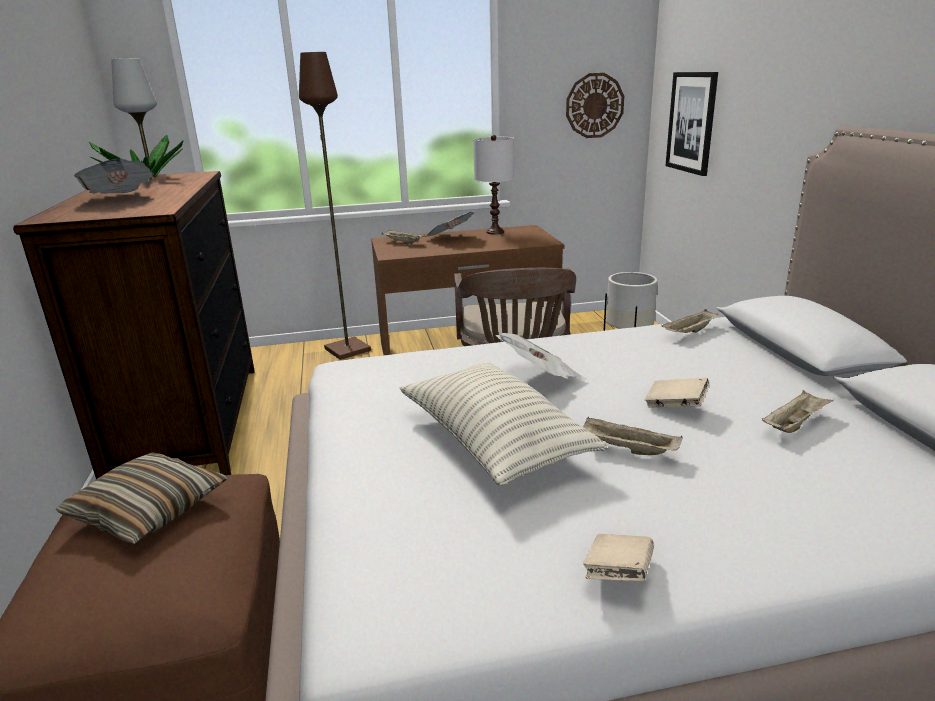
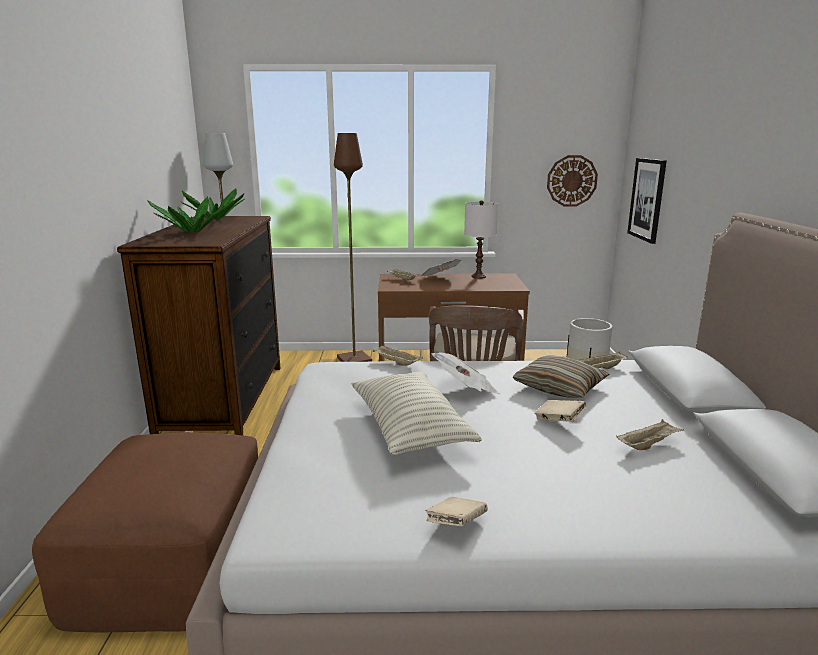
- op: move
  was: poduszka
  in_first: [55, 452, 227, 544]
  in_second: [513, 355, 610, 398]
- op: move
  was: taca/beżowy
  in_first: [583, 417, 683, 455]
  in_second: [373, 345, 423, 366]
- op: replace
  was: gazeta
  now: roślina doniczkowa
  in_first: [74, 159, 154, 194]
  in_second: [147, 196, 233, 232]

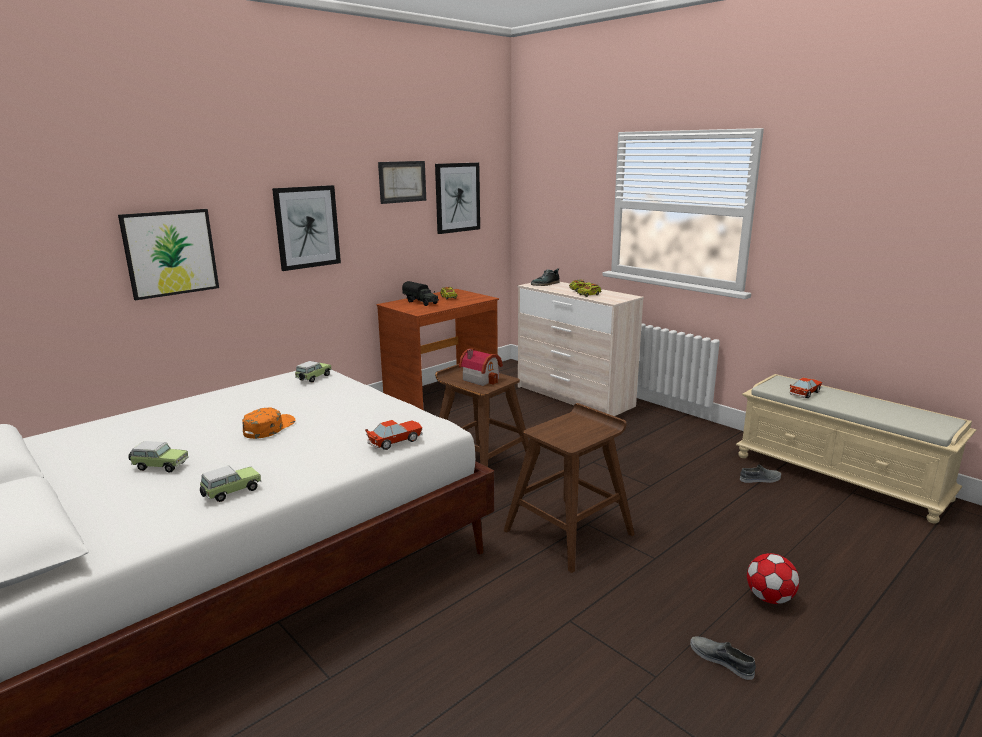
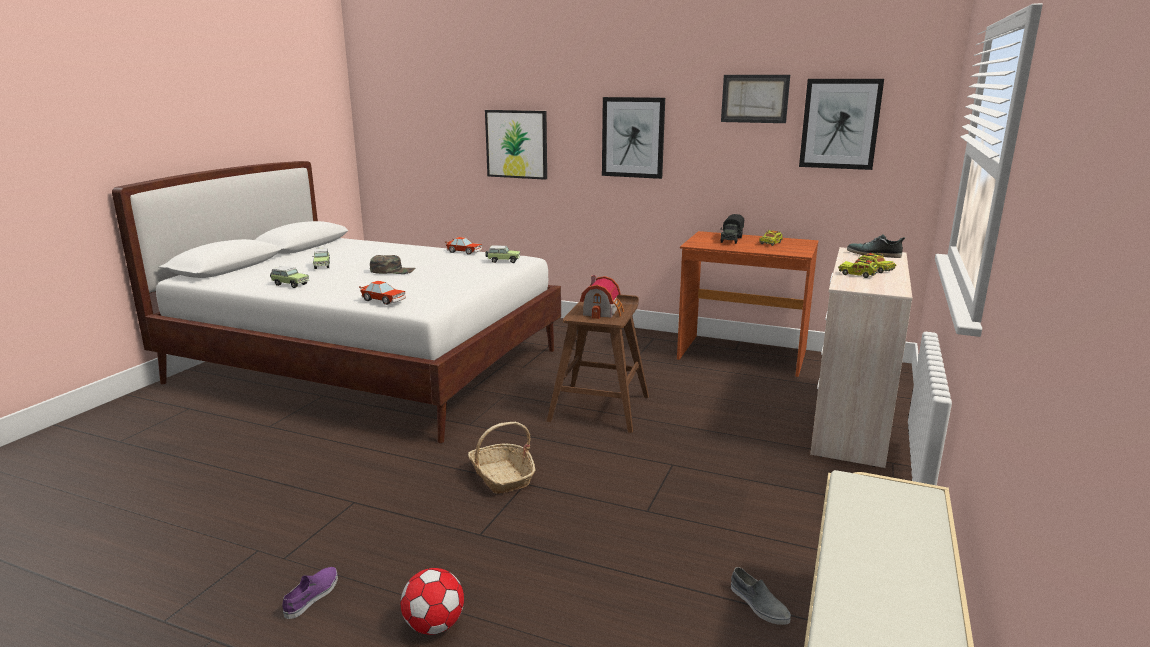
- op: move
  was: samochodzik
  in_first: [789, 377, 822, 398]
  in_second: [445, 237, 482, 255]
- op: replace
  was: stołek/brązowy
  now: koszyk
  in_first: [504, 403, 635, 573]
  in_second: [468, 422, 535, 494]
- op: recolor
  was: czapka z daszkiem/pomarańczowy
  now: czapka z daszkiem/zielony
  in_first: [242, 407, 295, 439]
  in_second: [370, 255, 415, 274]
- op: recolor
  was: but/szary
  now: but/fioletowy
  in_first: [690, 637, 756, 680]
  in_second: [282, 567, 338, 619]

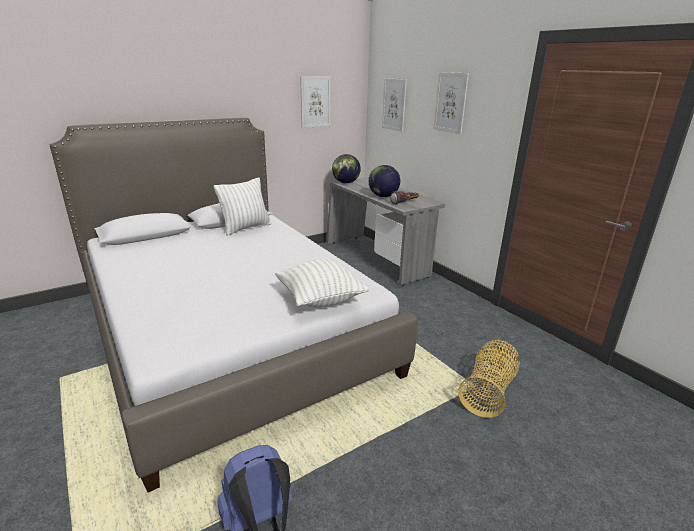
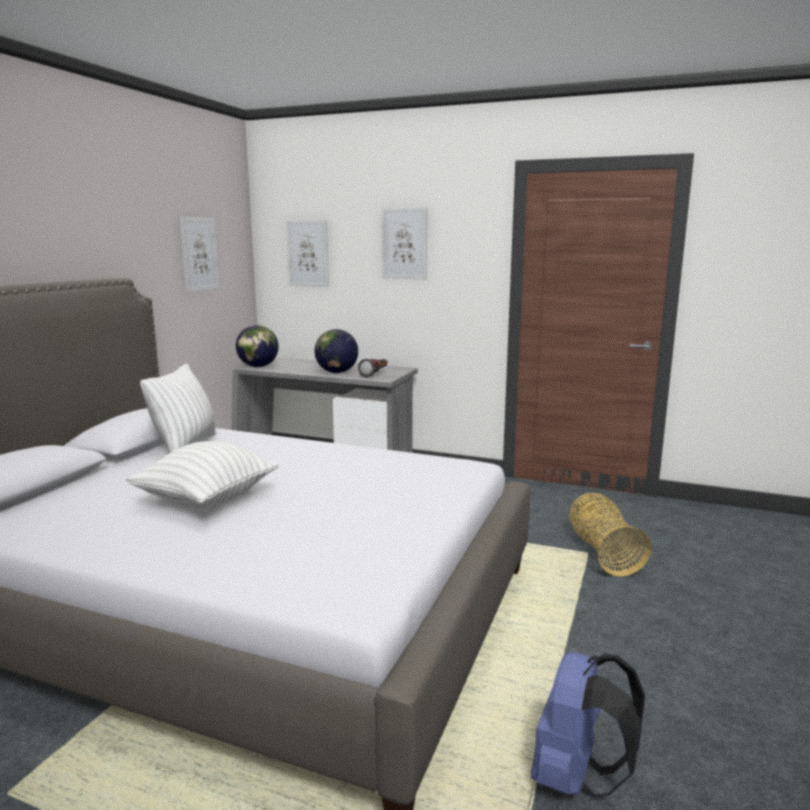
- op: move
  was: poduszka/biały
  in_first: [275, 259, 369, 307]
  in_second: [126, 441, 278, 509]

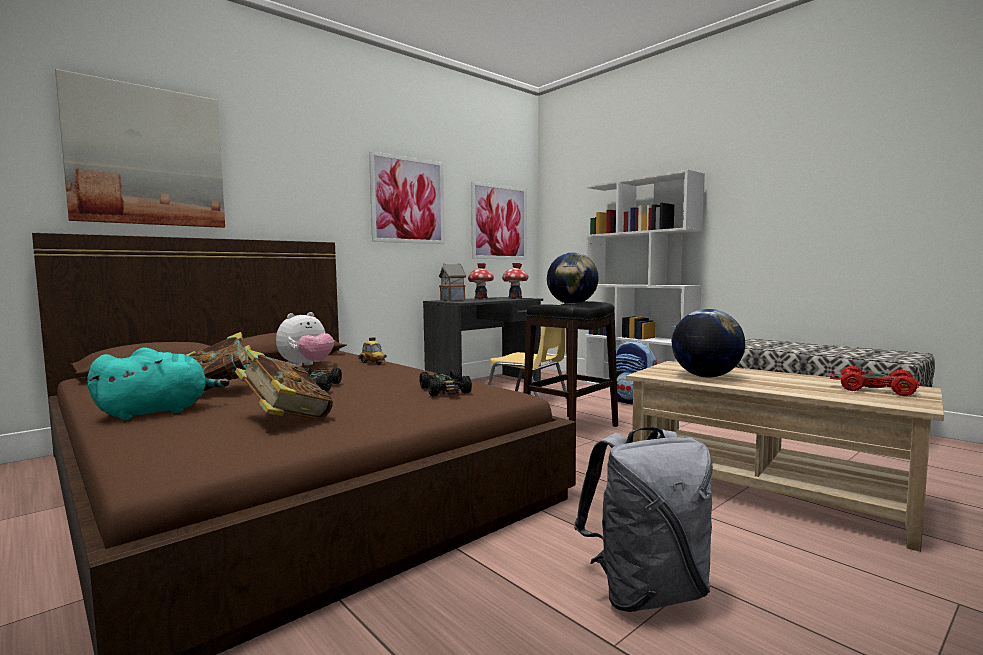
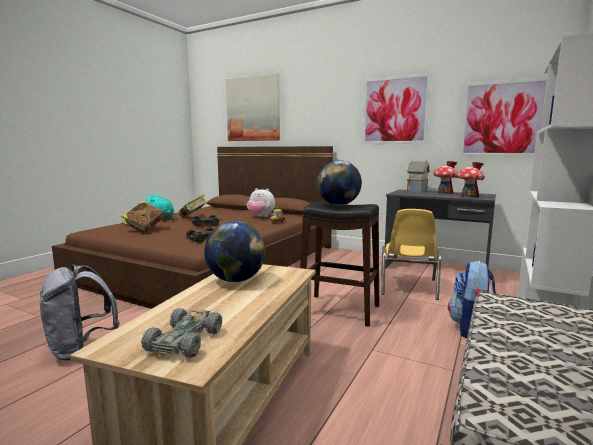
- op: recolor
  was: samochodzik/czerwony
  now: samochodzik/szary
  in_first: [830, 366, 919, 396]
  in_second: [141, 308, 222, 358]

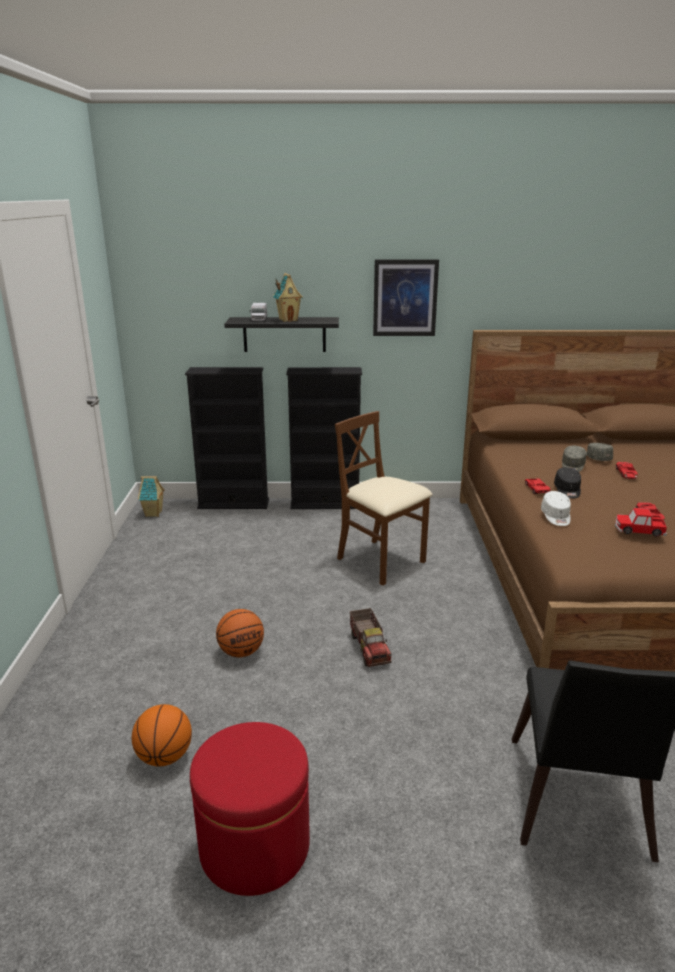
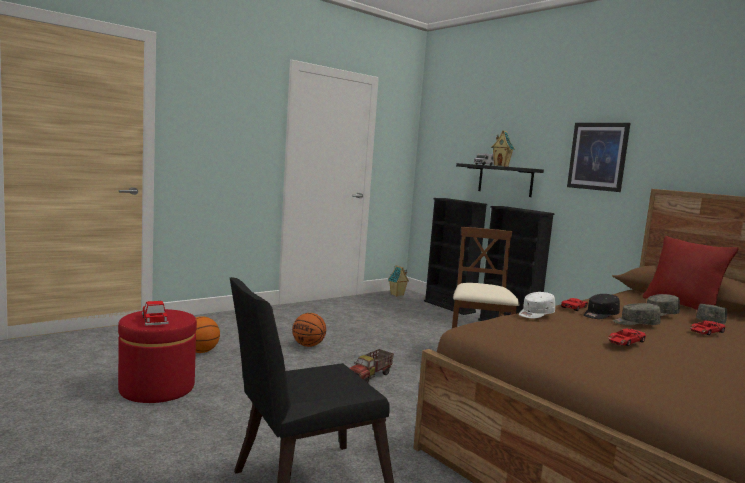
- op: insert
  now: czapka z daszkiem/szary
  in_second: [613, 303, 661, 325]
- op: insert
  now: poduszka/czerwony
  in_second: [643, 236, 739, 310]
- op: move
  was: samochodzik
  in_first: [615, 508, 667, 537]
  in_second: [142, 301, 169, 326]

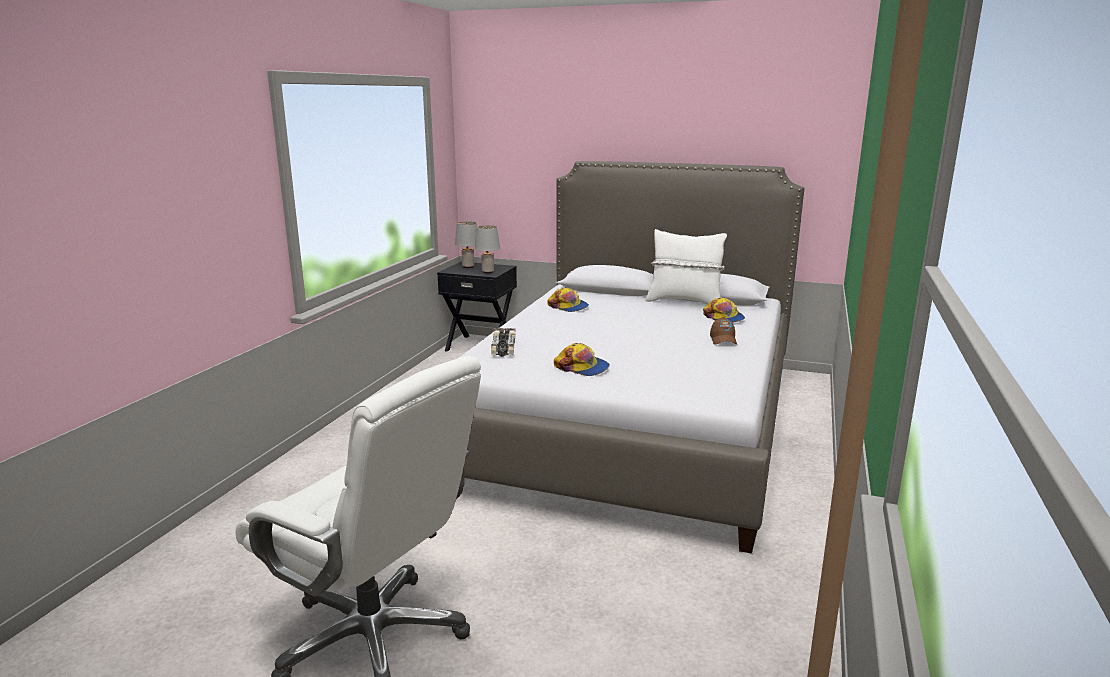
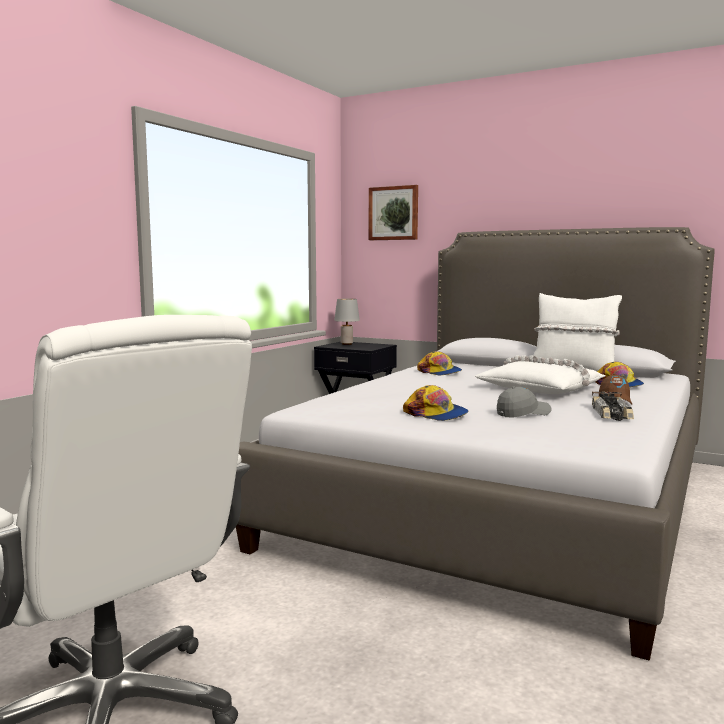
- op: delete
  was: lampa stołowa/szary
  in_first: [475, 225, 500, 273]
- op: insert
  now: obraz
  in_second: [369, 185, 418, 240]
- op: insert
  now: poduszka/biały
  in_second: [475, 355, 606, 394]
- op: insert
  now: czapka z daszkiem/szary
  in_second: [497, 387, 552, 417]
- op: move
  was: samochodzik
  in_first: [491, 328, 515, 357]
  in_second: [592, 391, 634, 421]

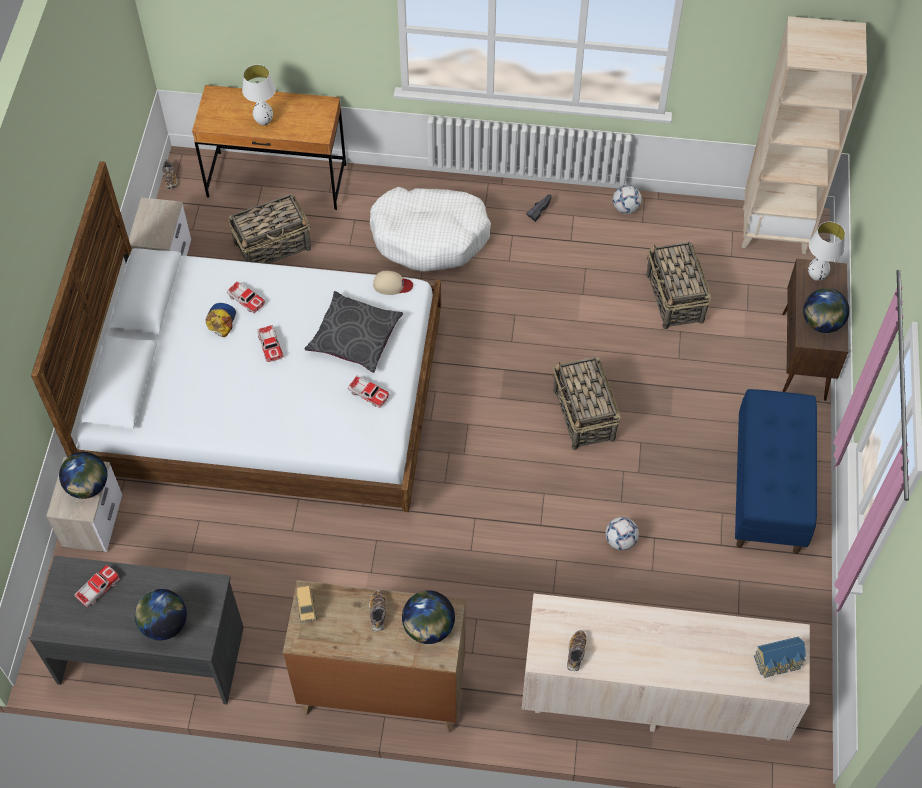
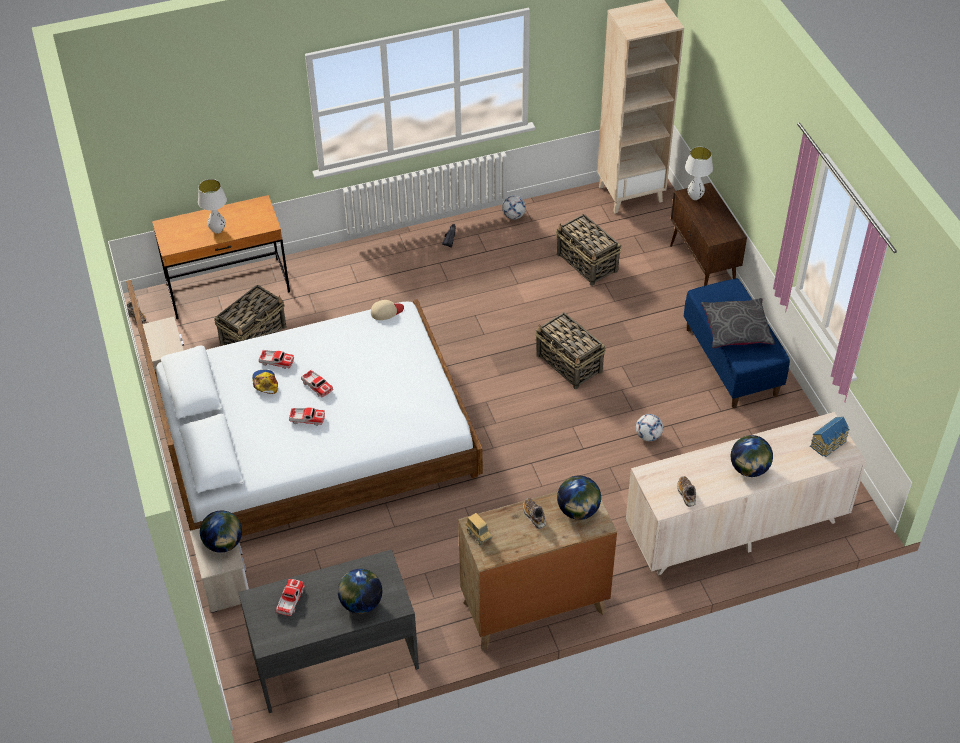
- op: delete
  was: legowisko/biały
  in_first: [370, 187, 491, 271]
- op: move
  was: poduszka/szary
  in_first: [304, 291, 403, 373]
  in_second: [701, 298, 775, 348]
- op: move
  was: samochodzik
  in_first: [348, 376, 389, 408]
  in_second: [289, 407, 325, 426]
- op: move
  was: globus
  in_first: [803, 288, 849, 333]
  in_second: [731, 435, 773, 477]

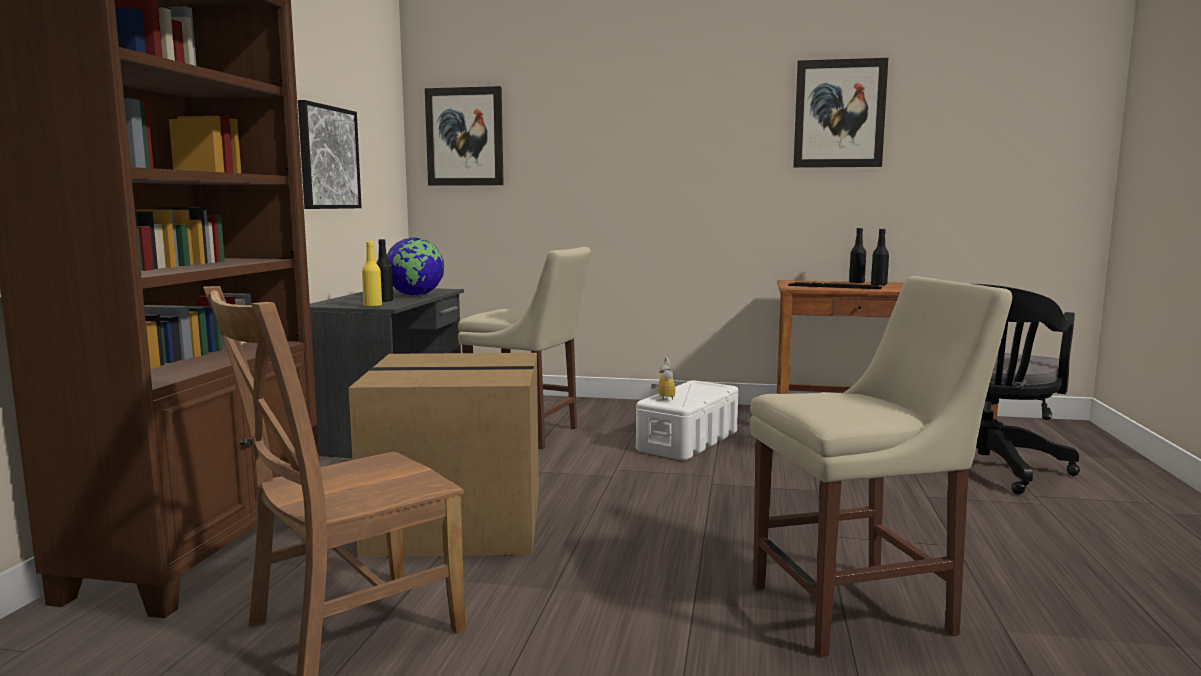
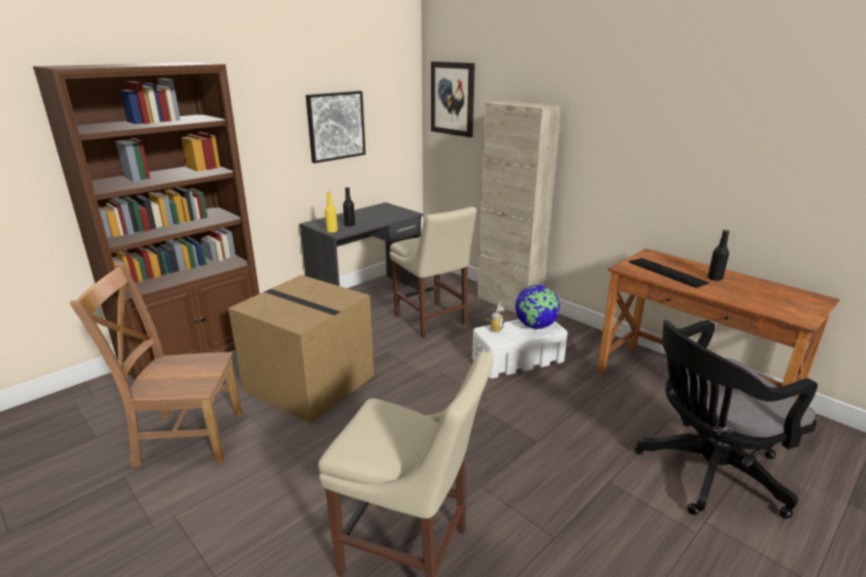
- op: delete
  was: obraz
  in_first: [793, 58, 888, 168]
- op: delete
  was: butelka/czarny
  in_first: [849, 228, 866, 283]
- op: insert
  now: szafka/beżowy
  in_second: [477, 101, 561, 313]
- op: move
  was: globus
  in_first: [387, 237, 444, 296]
  in_second: [515, 285, 560, 329]

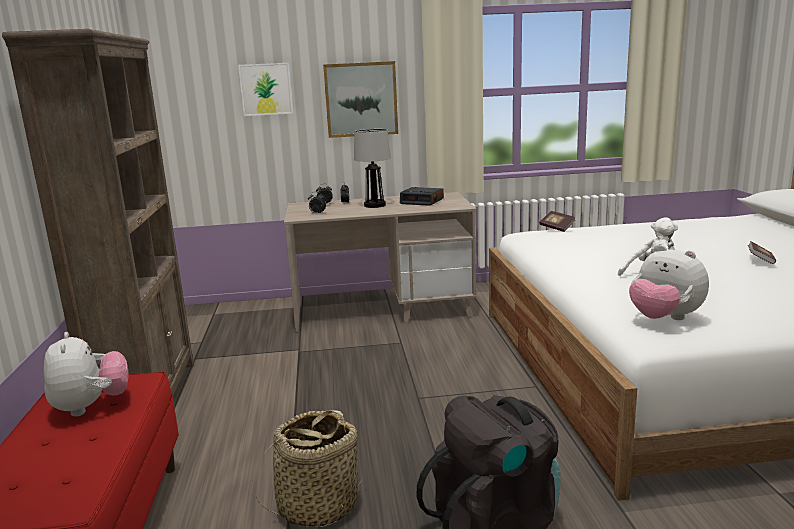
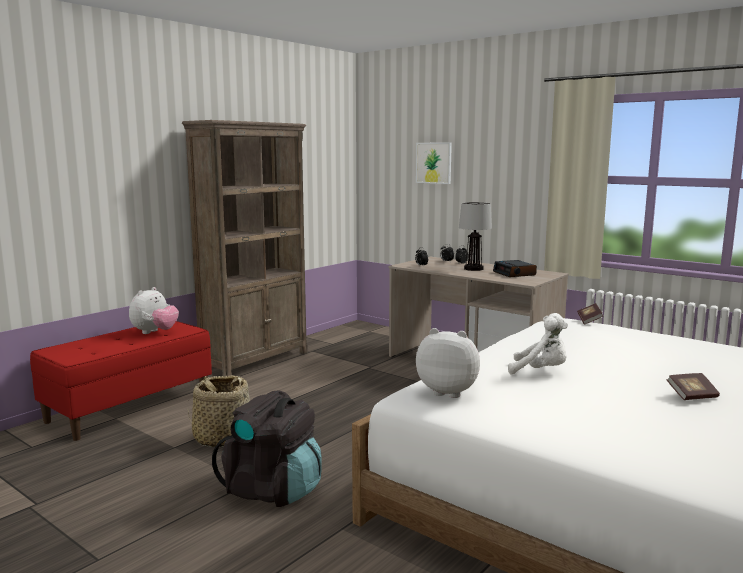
- op: delete
  was: obraz
  in_first: [323, 61, 398, 138]
- op: rotate
  was: pluszak
  in_first: [629, 245, 709, 320]
  in_second: [416, 328, 480, 398]
  clockwise: 105

